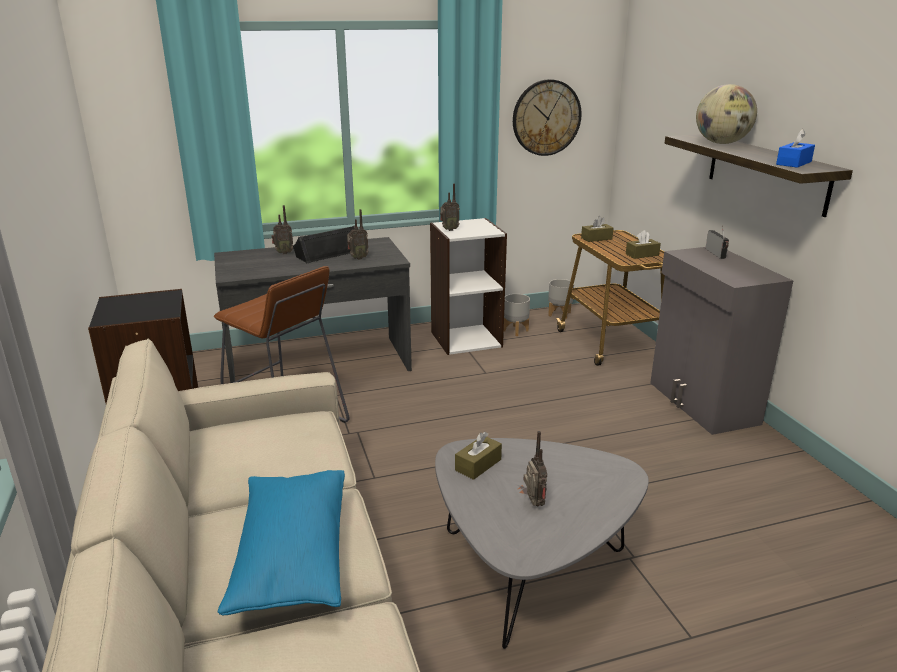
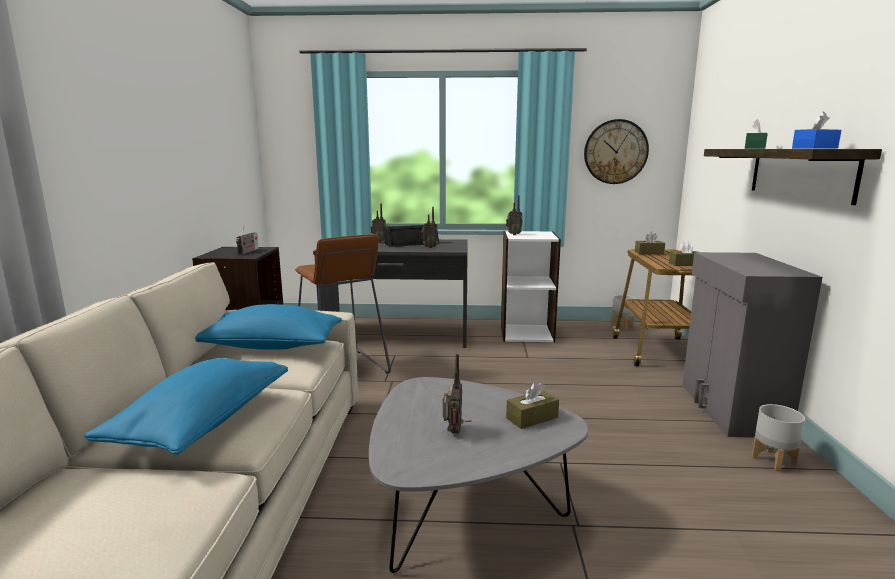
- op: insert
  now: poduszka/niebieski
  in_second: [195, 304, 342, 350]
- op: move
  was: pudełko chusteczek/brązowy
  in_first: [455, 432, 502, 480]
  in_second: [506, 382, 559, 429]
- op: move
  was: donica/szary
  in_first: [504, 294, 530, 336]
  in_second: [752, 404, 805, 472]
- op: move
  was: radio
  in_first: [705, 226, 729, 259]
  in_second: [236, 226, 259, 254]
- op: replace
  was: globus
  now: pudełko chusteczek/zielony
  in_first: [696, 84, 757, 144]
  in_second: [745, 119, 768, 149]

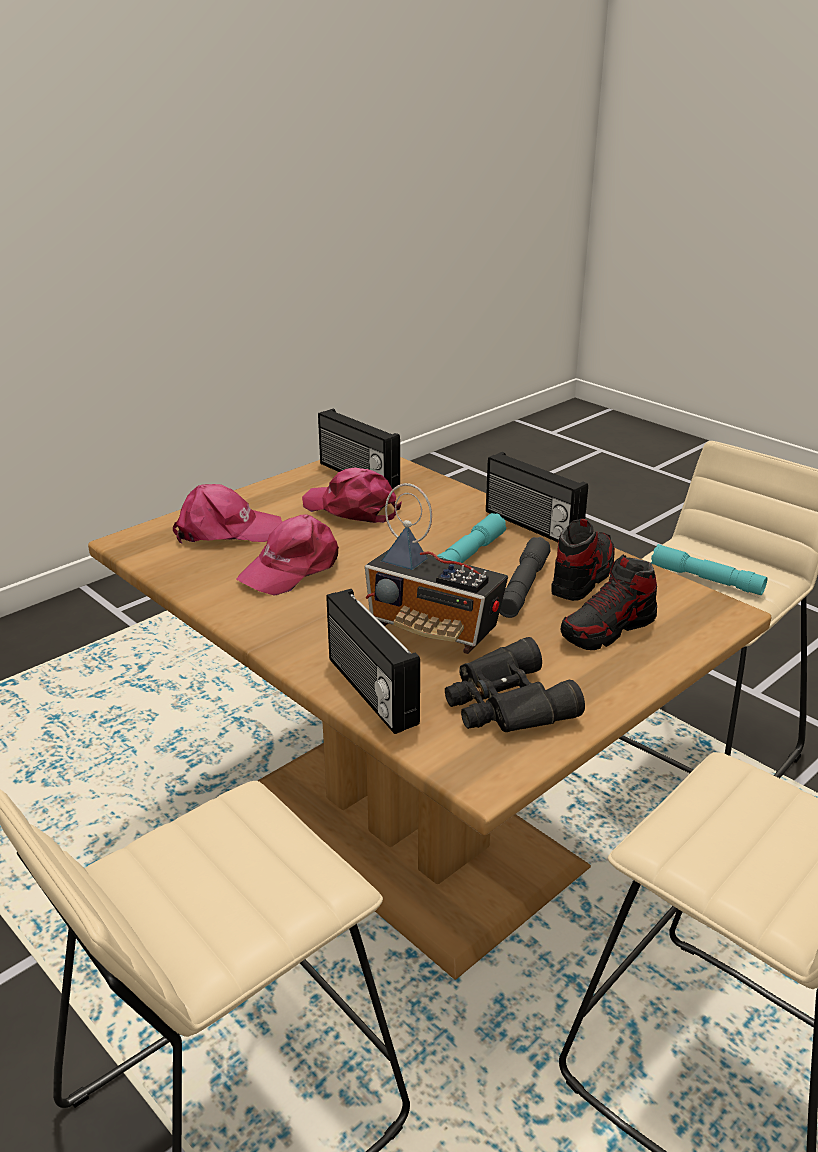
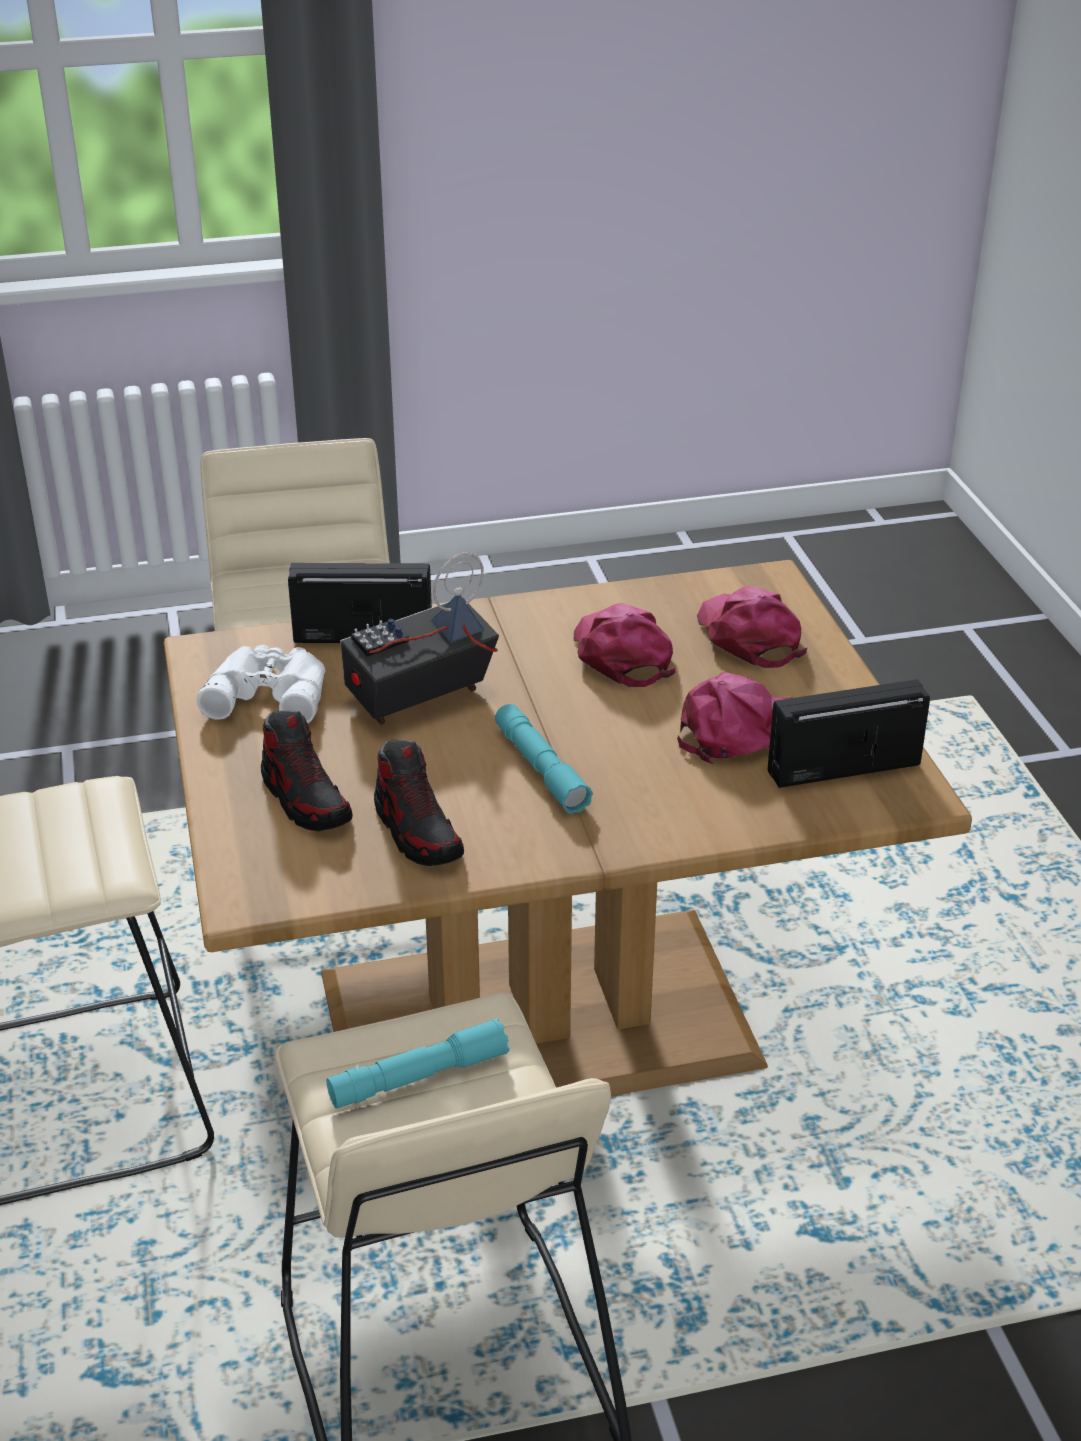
- op: delete
  was: radio
  in_first: [486, 452, 588, 542]
- op: delete
  was: latarka/szary
  in_first: [499, 537, 551, 618]
- op: recolor
  was: lornetka/czarny
  now: lornetka/biały
  in_first: [445, 637, 585, 732]
  in_second: [197, 645, 325, 723]
- op: rotate
  was: czapka z daszkiem/różowy
  in_first: [173, 484, 282, 544]
  in_second: [697, 586, 808, 668]
  clockwise: 135
- op: rotate
  was: but
  in_first: [561, 555, 657, 650]
  in_second: [261, 711, 353, 831]
  clockwise: 150

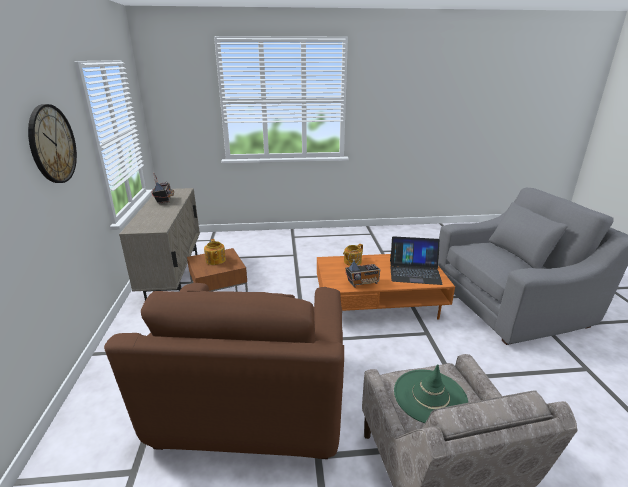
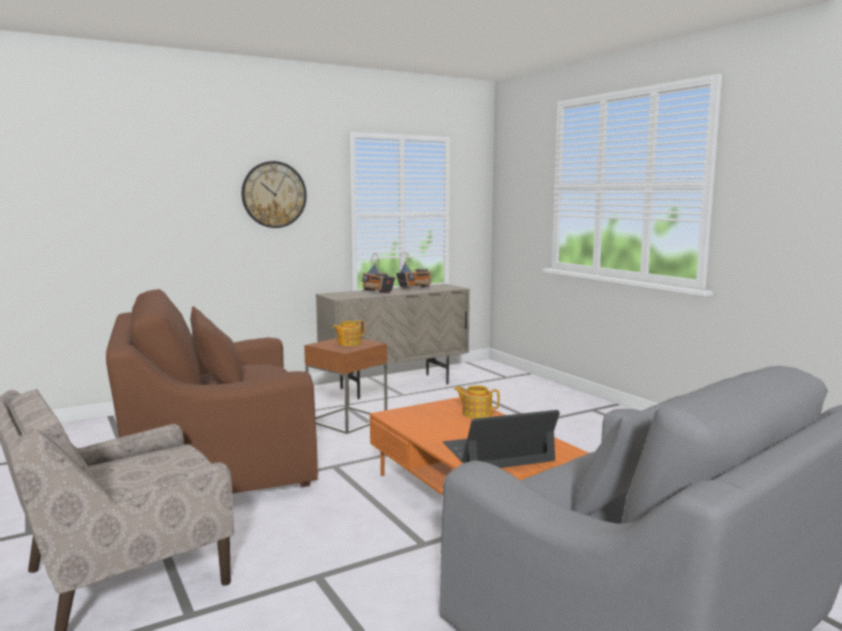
- op: delete
  was: kapelusz/zielony
  in_first: [394, 364, 468, 423]
- op: move
  was: radio
  in_first: [345, 250, 380, 288]
  in_second: [362, 253, 395, 293]
- op: rotate
  was: laptop
  in_first: [390, 236, 443, 285]
  in_second: [443, 410, 560, 468]
  clockwise: 90

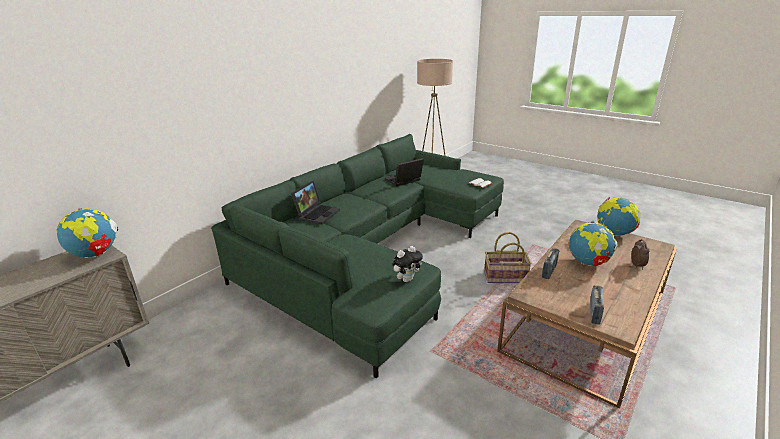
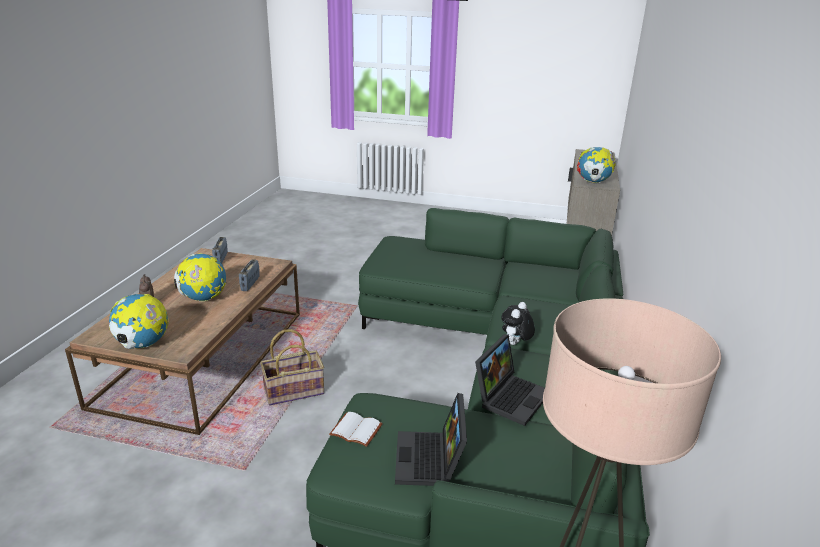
- op: move
  was: laptop
  in_first: [291, 181, 340, 225]
  in_second: [395, 393, 467, 486]
- op: move
  was: pluszak
  in_first: [392, 246, 423, 282]
  in_second: [501, 302, 535, 345]

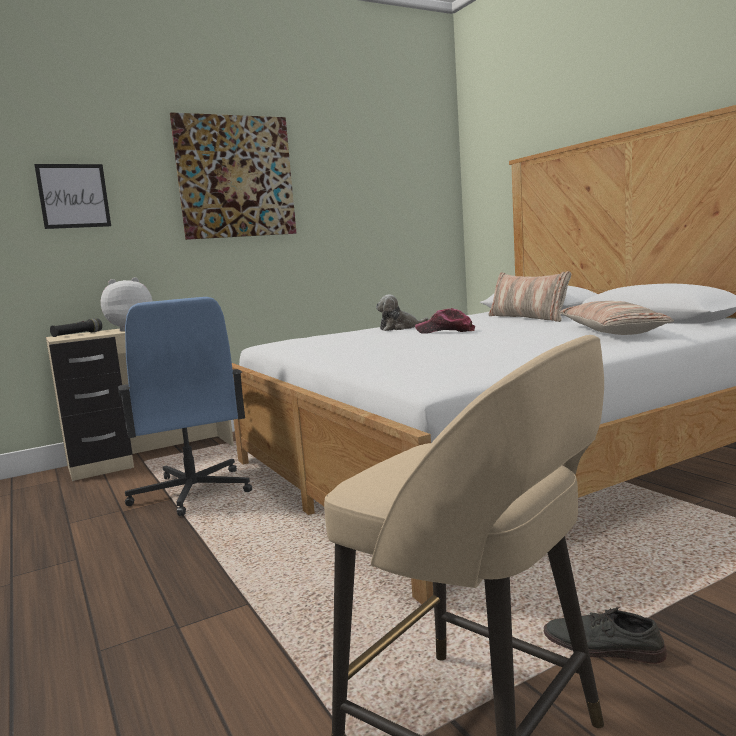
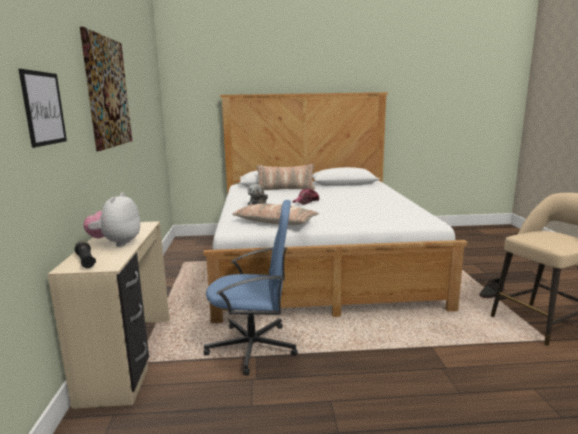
- op: move
  was: poduszka
  in_first: [560, 301, 674, 335]
  in_second: [232, 204, 319, 225]

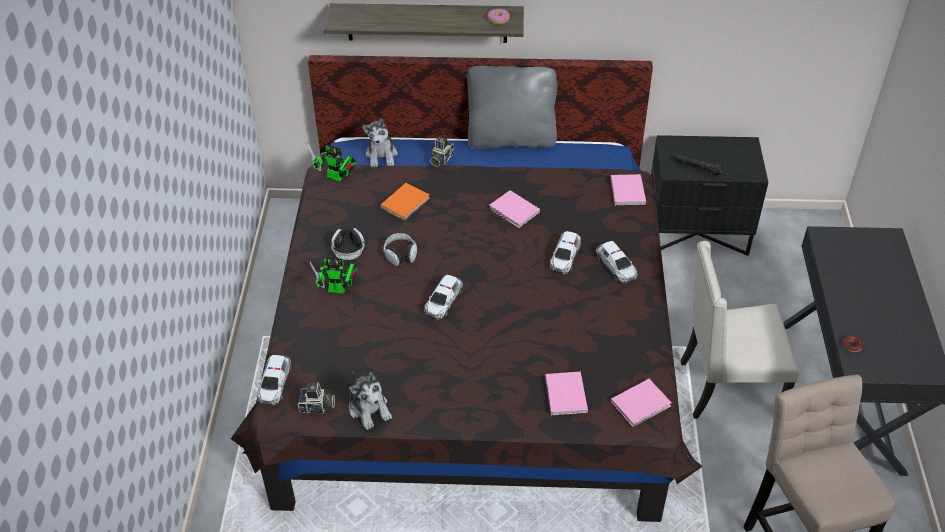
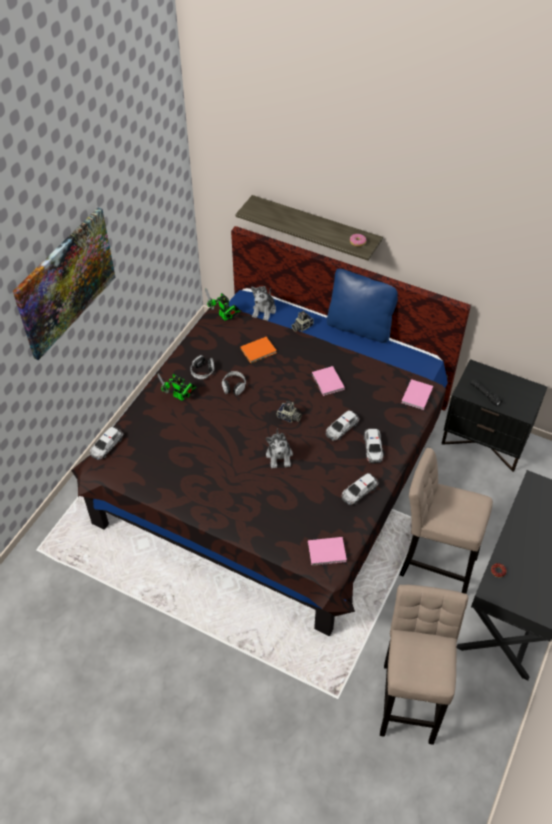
- op: delete
  was: książka/różowy
  in_first: [545, 372, 588, 416]
- op: insert
  now: obraz
  in_second: [13, 208, 115, 360]
- op: move
  was: aparat fotograficzny
  in_first: [298, 382, 335, 413]
  in_second: [276, 401, 302, 423]
- op: move
  was: pluszak
  in_first: [349, 372, 392, 430]
  in_second: [266, 428, 293, 469]
- op: move
  was: samochodzik
  in_first: [424, 275, 463, 320]
  in_second: [341, 473, 379, 505]
- op: replace
  was: krzesło/beżowy
  now: stołek/beżowy
  in_first: [681, 241, 799, 419]
  in_second: [399, 448, 493, 594]
- op: recolor
  was: poduszka/szary
  now: poduszka/niebieski
  in_first: [466, 66, 558, 149]
  in_second: [327, 269, 398, 343]

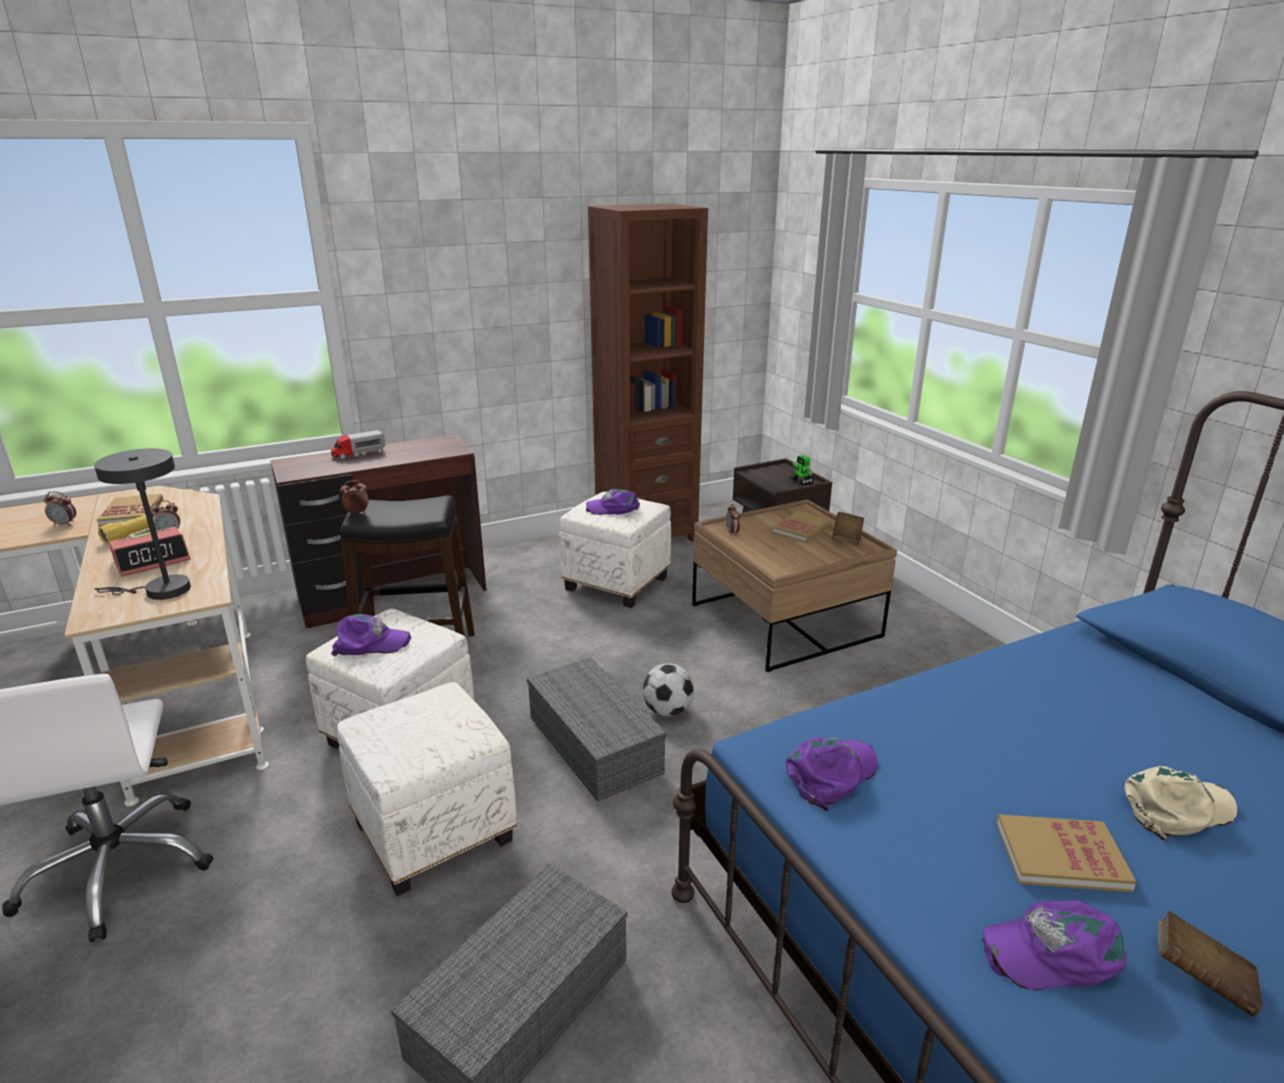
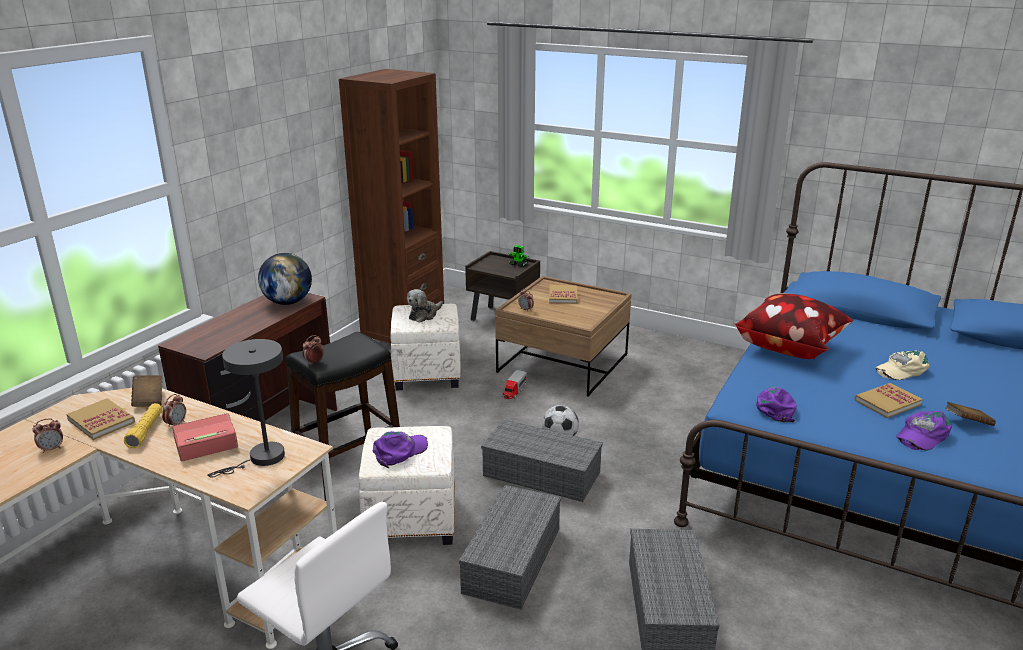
- op: insert
  now: globus
  in_second: [258, 253, 312, 305]
- op: insert
  now: poduszka
  in_second: [735, 293, 853, 359]
- op: move
  was: ciężarówka zabawkowa
  in_first: [331, 430, 385, 459]
  in_second: [502, 370, 527, 399]
- op: move
  was: książka/brązowy
  in_first: [832, 512, 864, 546]
  in_second: [131, 375, 162, 407]
- op: replace
  was: pufa/biały
  now: pojemnik do przechowywania/szary
  in_first: [337, 682, 517, 896]
  in_second: [459, 485, 561, 609]
- op: replace
  was: czapka z daszkiem/fioletowy
  now: pluszak
  in_first: [586, 489, 640, 515]
  in_second: [407, 289, 443, 323]
- op: rotate
  was: budzik
  in_first: [109, 527, 191, 577]
  in_second: [172, 413, 238, 461]
  clockwise: -135
- op: rotate
  was: czapka z daszkiem/beżowy
  in_first: [1125, 766, 1237, 841]
  in_second: [875, 350, 929, 380]
  clockwise: -150

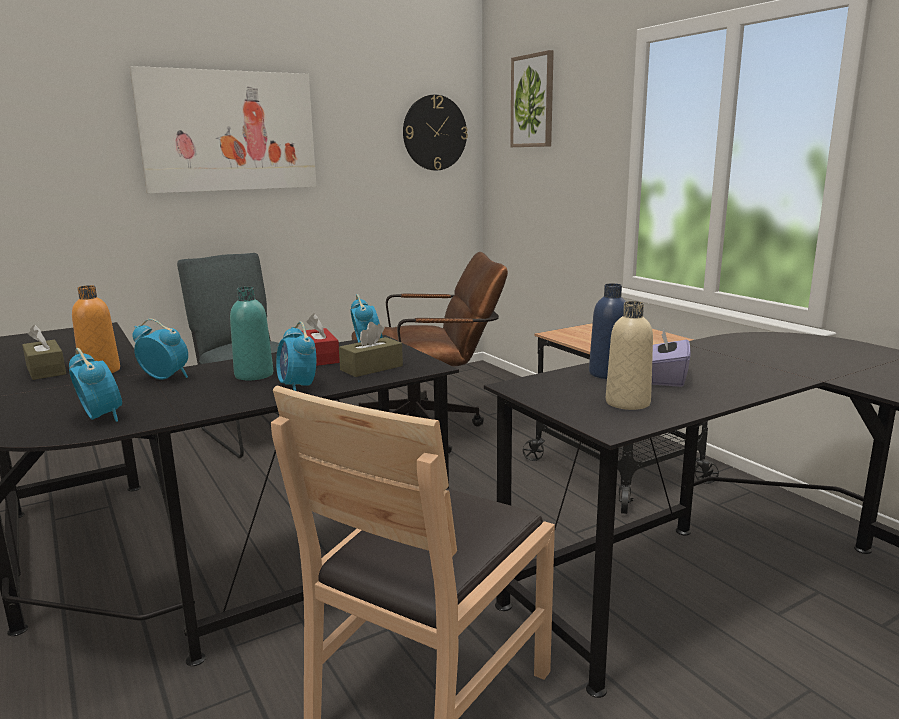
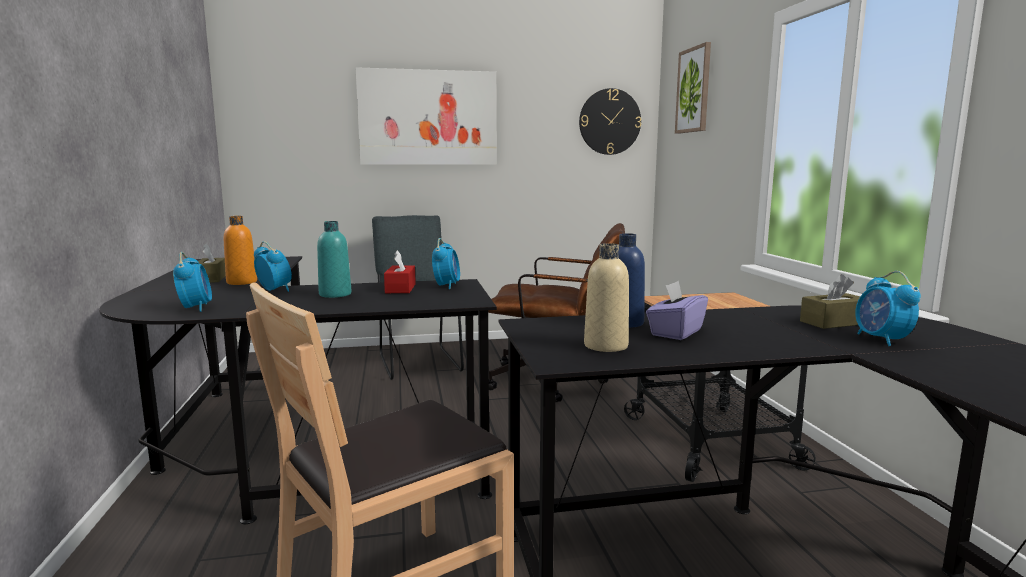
- op: move
  was: budzik
  in_first: [276, 322, 316, 391]
  in_second: [855, 271, 921, 346]
- op: move
  was: pudełko chusteczek/brązowy
  in_first: [339, 322, 403, 377]
  in_second: [800, 274, 860, 329]

